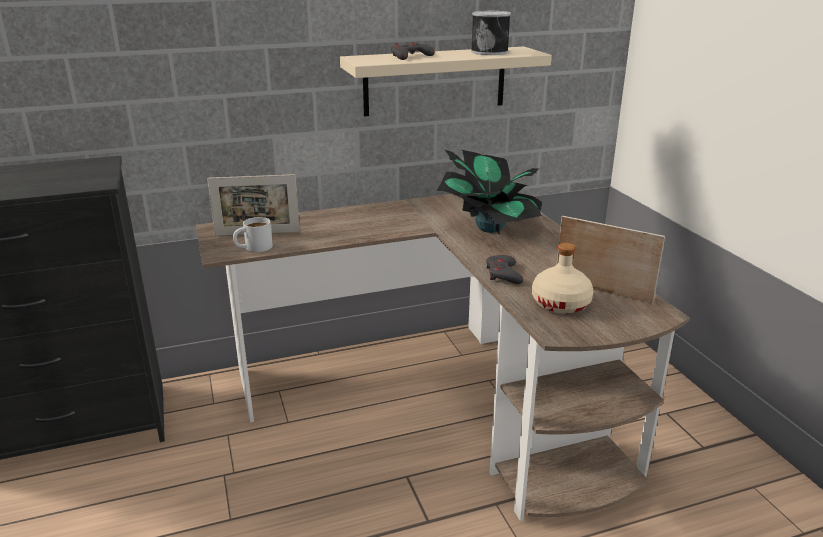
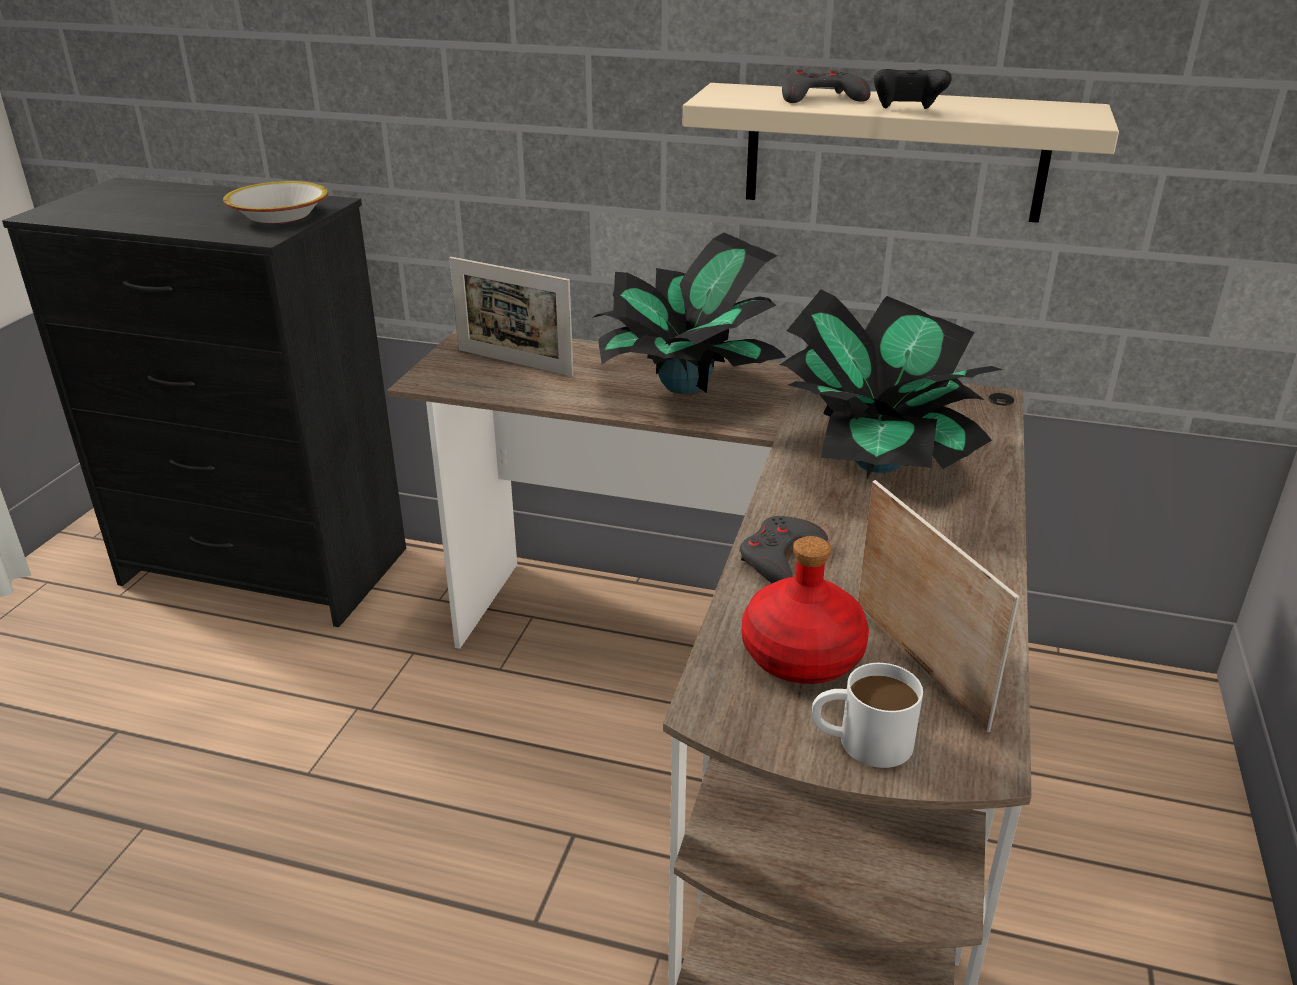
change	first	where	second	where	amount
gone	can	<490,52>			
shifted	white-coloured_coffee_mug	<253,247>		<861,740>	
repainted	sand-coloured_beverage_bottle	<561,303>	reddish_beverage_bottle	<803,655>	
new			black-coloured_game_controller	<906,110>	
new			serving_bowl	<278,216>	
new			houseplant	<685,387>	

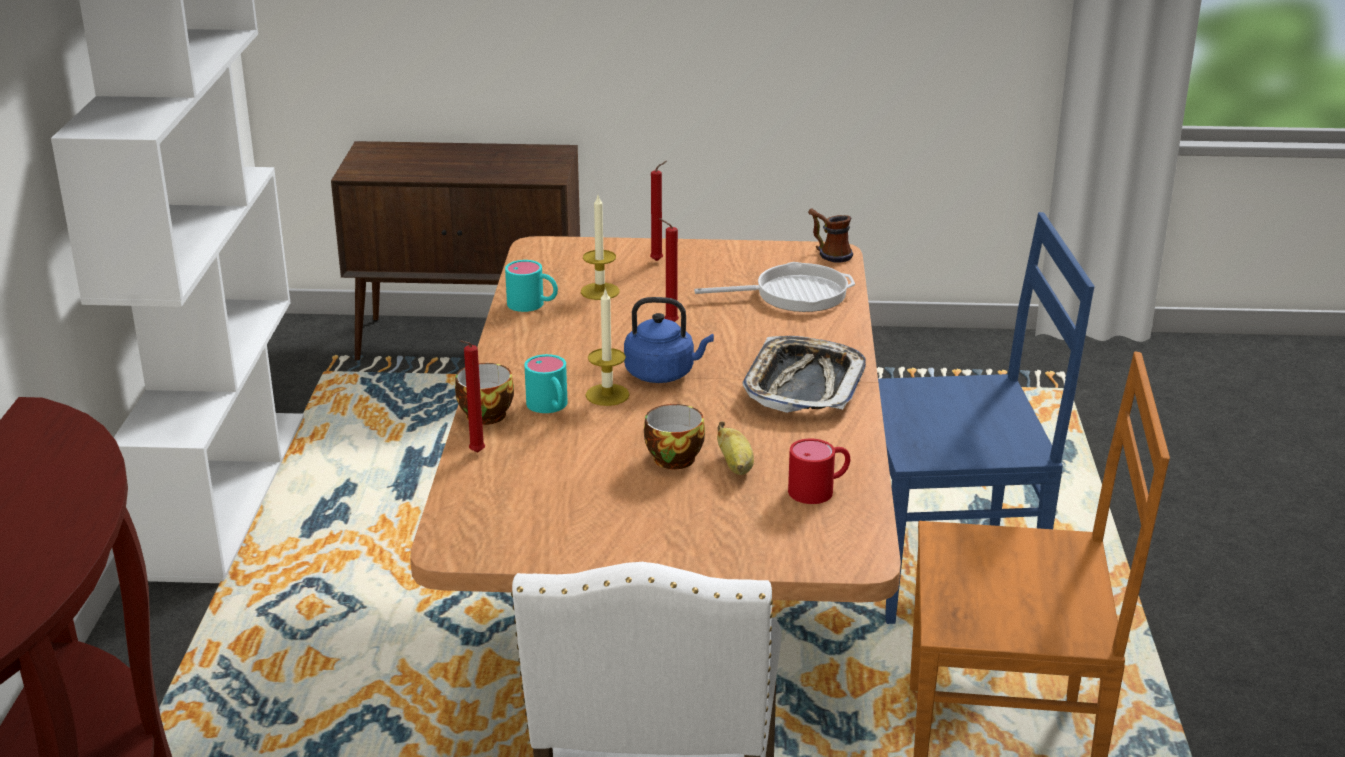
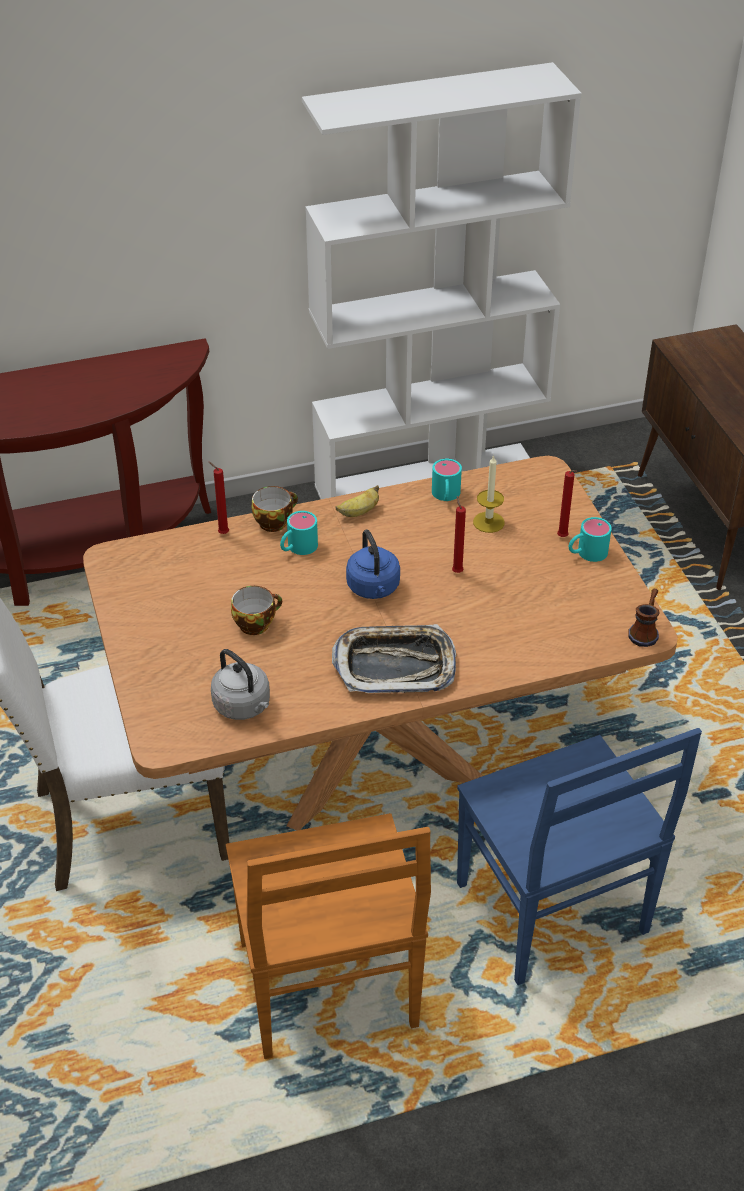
change	first	where	second	where	amount
gone	skillet	<794,294>			
gone	candle	<607,395>			
shifted	whole_banana	<736,466>		<359,512>	
swapped	reddish_coffee_mug	<820,489>	gray_kettle	<244,706>	
new			turquoise-coloured_coffee_mug	<586,553>	

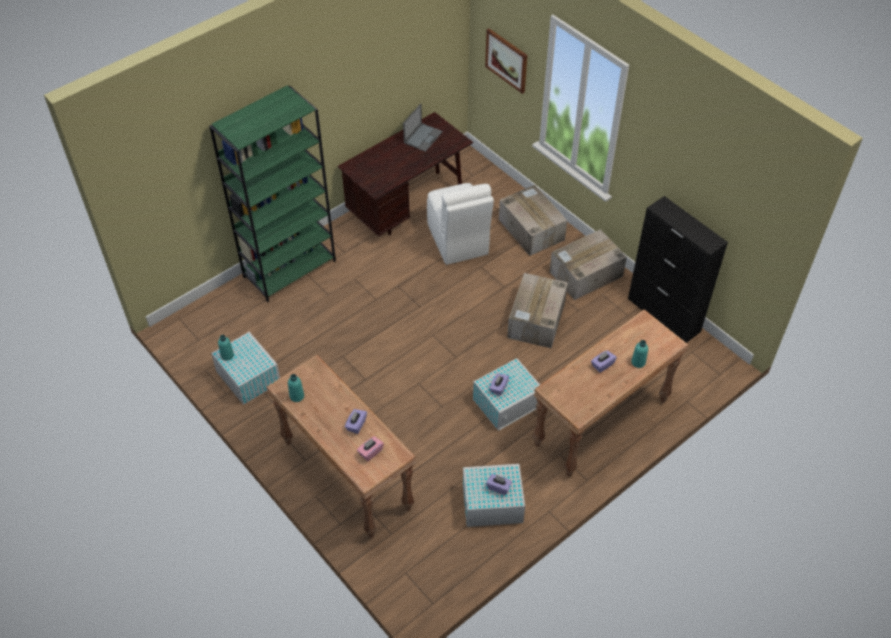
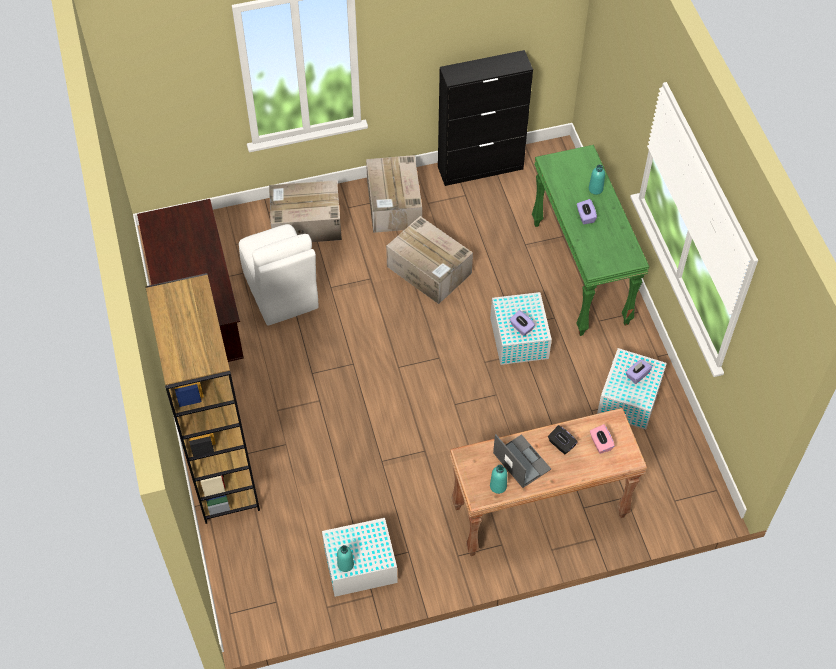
change	first	where	second	where	amount
gone	wall_picture	<506,60>			
repainted	greenish_shelving_unit	<290,268>	brown-coloured_shelving_unit	<221,469>	
shifted	laptop	<423,137>		<521,461>	
rotated	white-coloured_upright_chair	<458,241>		<281,293>	60 degrees clockwise
repainted	brown-coloured_console_table	<601,424>	greenish_console_table	<581,273>	
repainted	purple_tissue_holder	<356,425>	black-coloured_tissue_holder	<561,444>	

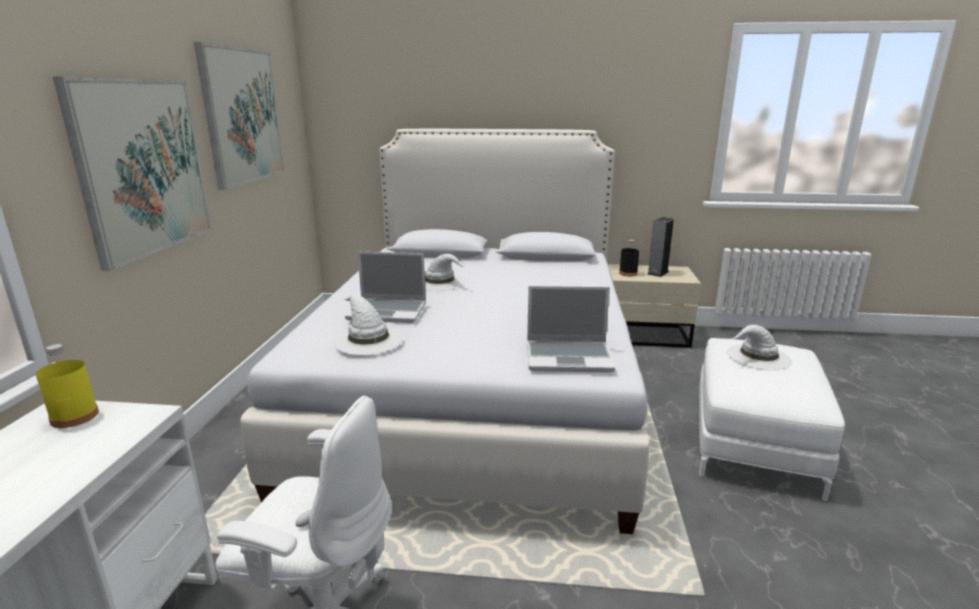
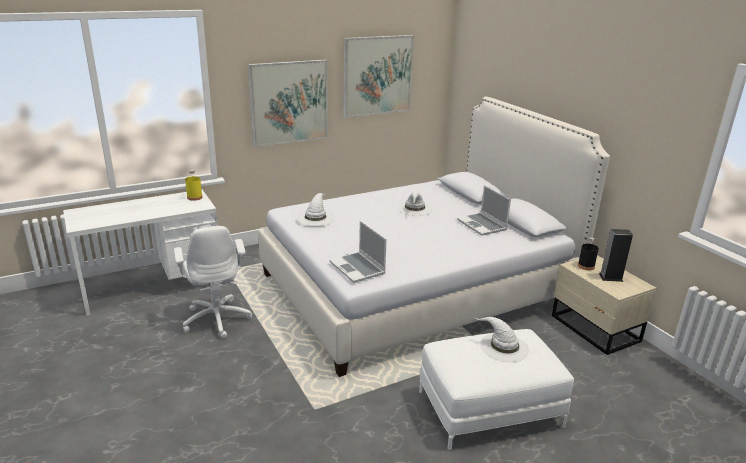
change	first	where	second	where	amount
shifted	laptop	<388,312>		<482,225>	

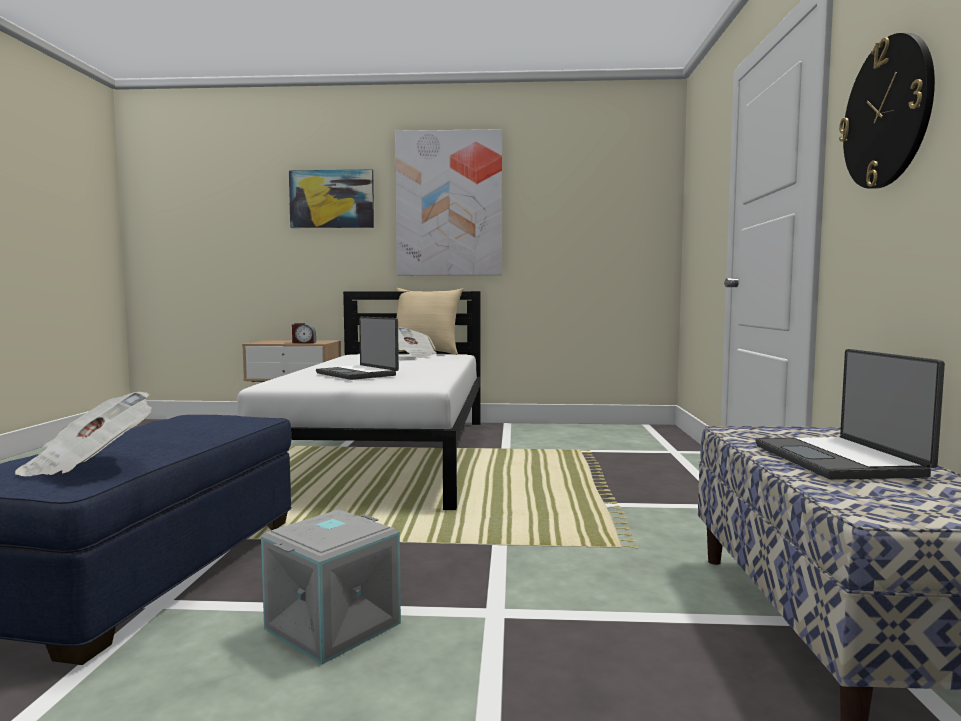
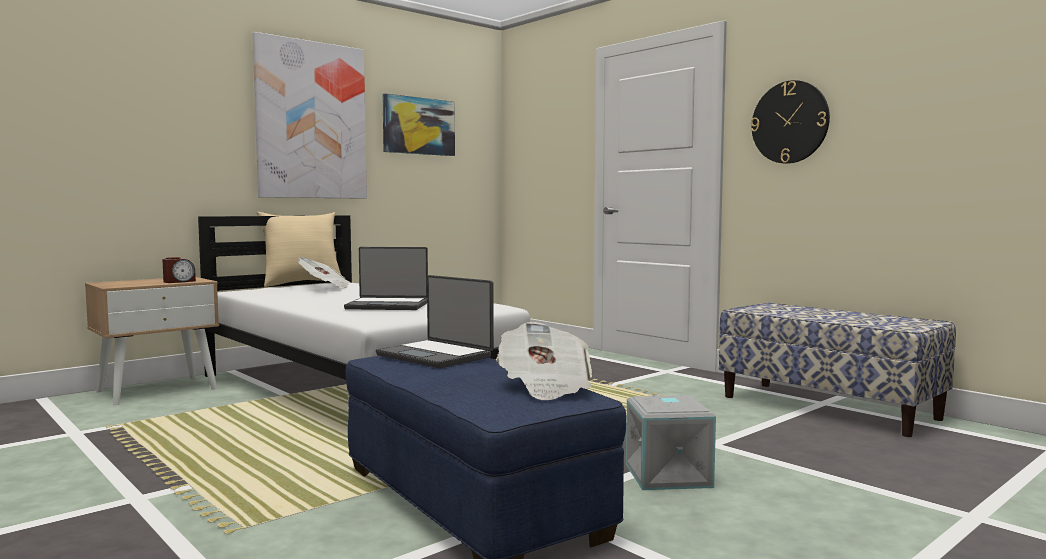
change	first	where	second	where	amount
shifted	wall_picture	<332,199>		<418,126>	
shifted	laptop	<840,460>		<436,356>	

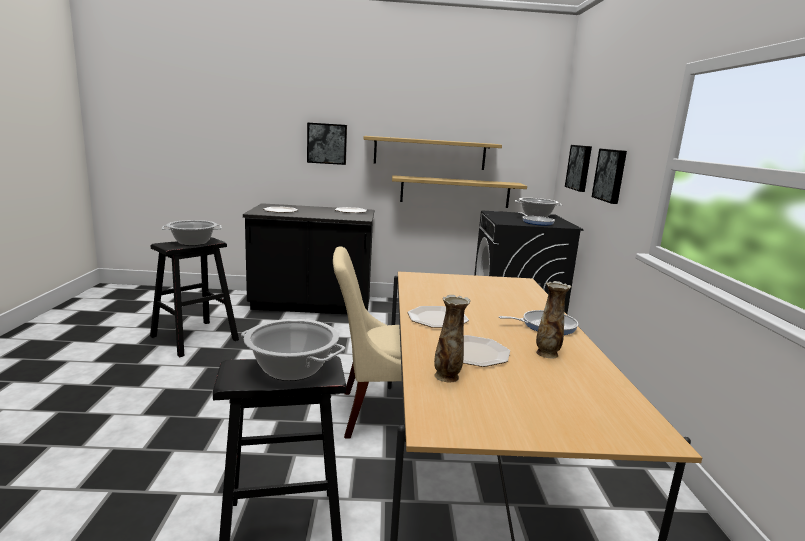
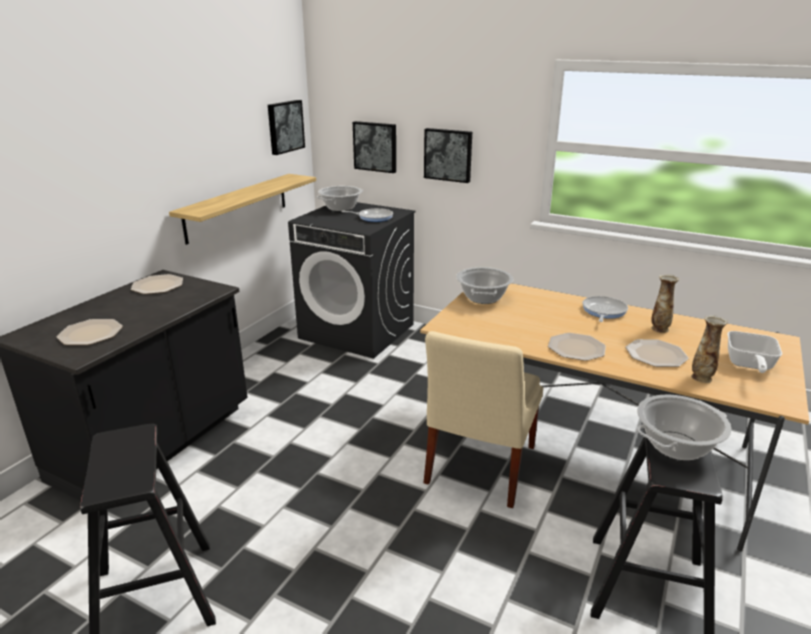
change	first	where	second	where	amount
shifted	wall_picture	<327,143>		<284,126>	
gone	shelf	<429,153>			
shifted	cooking_pot	<193,242>		<483,298>	
new			skillet	<748,365>	

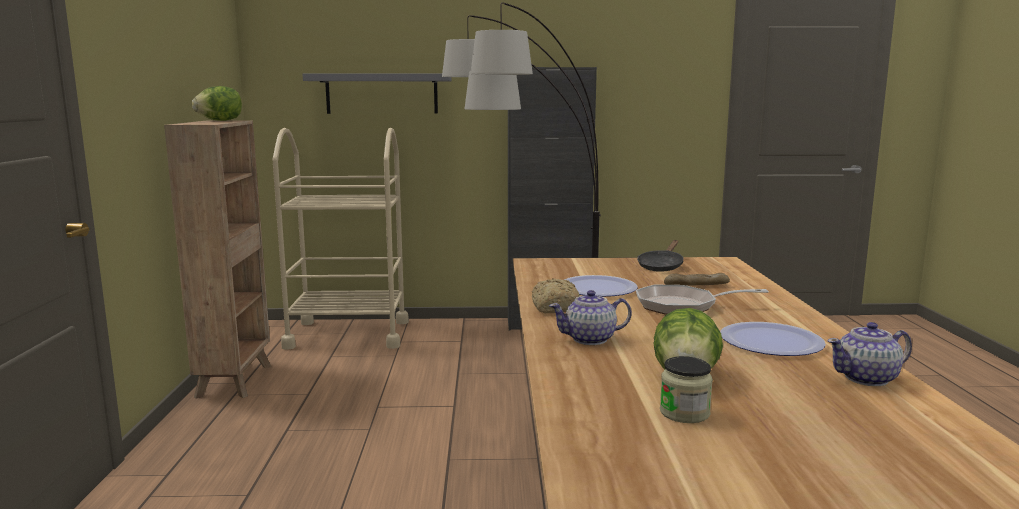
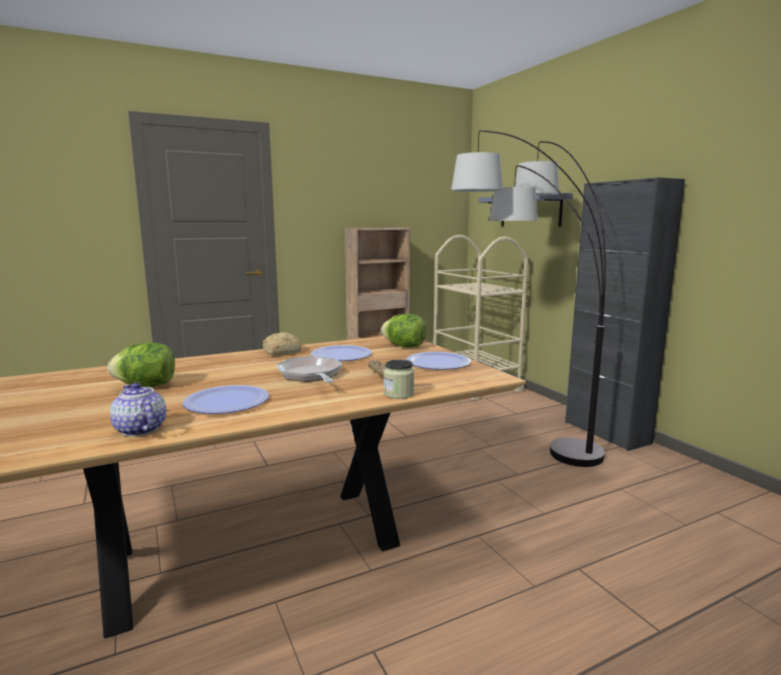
change	first	where	second	where	amount
shifted	head_of_lettuce	<220,120>		<404,346>	
swapped	black-coloured_skillet	<661,266>	dinner_plate	<438,362>	
gone	tea_pot	<590,339>			
shifted	preserve_jar	<684,413>		<398,394>	

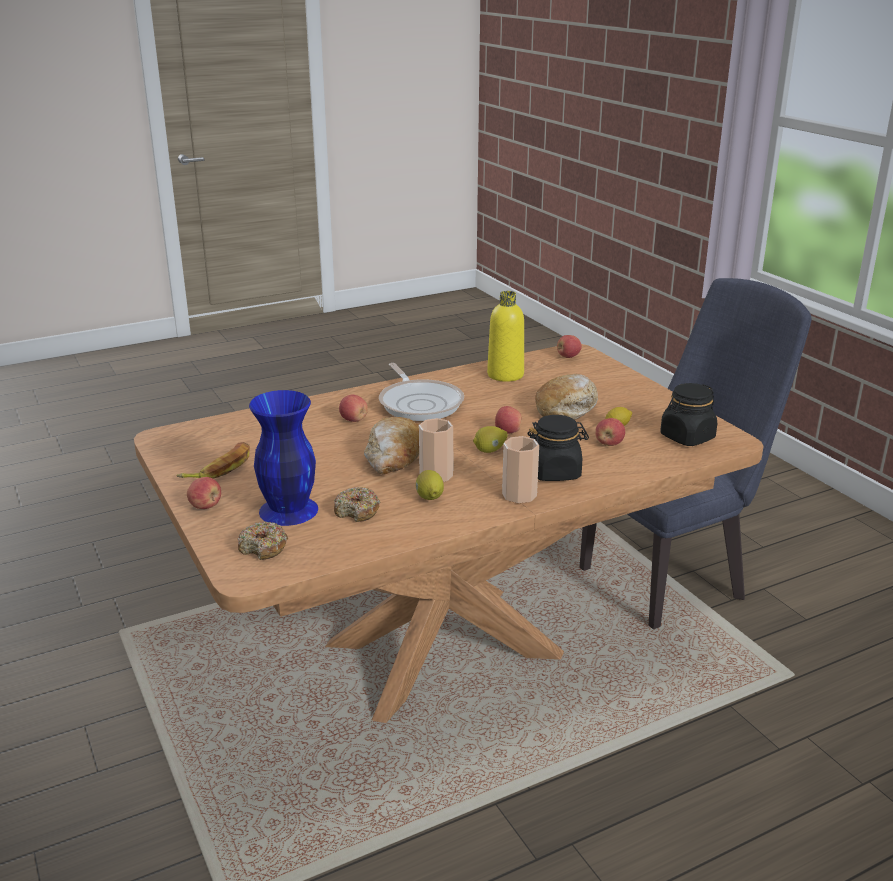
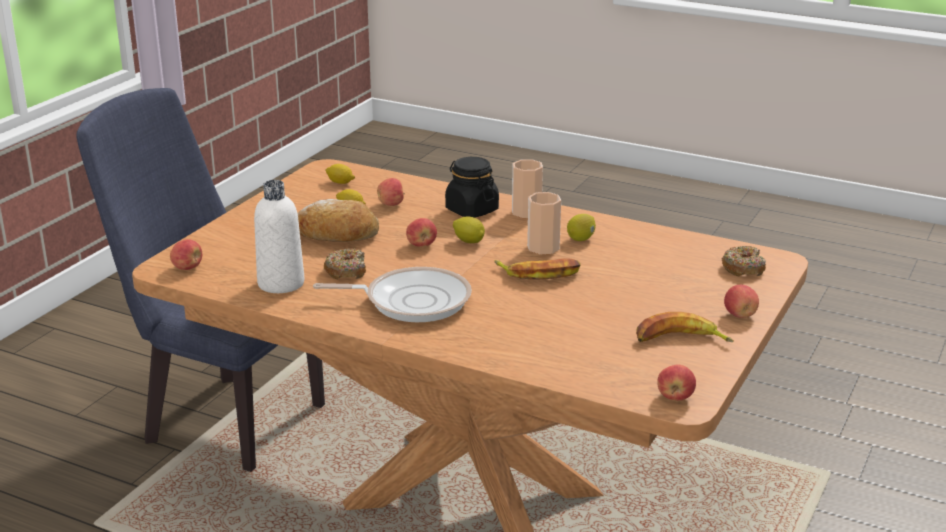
change	first	where	second	where	amount
repainted	yellow_beverage_bottle	<505,375>	white-coloured_beverage_bottle	<281,283>	
rotated	skillet	<420,403>		<412,301>	60 degrees clockwise
swapped	black-coloured_preserve_jar	<687,437>	lemon	<340,182>	
gone	blue_flower_vase	<287,510>			
shifted	apple	<353,420>		<675,397>	
swapped	baked_bread	<394,457>	whole_banana	<539,273>	
shifted	ring_doughnut	<357,511>		<346,271>	

